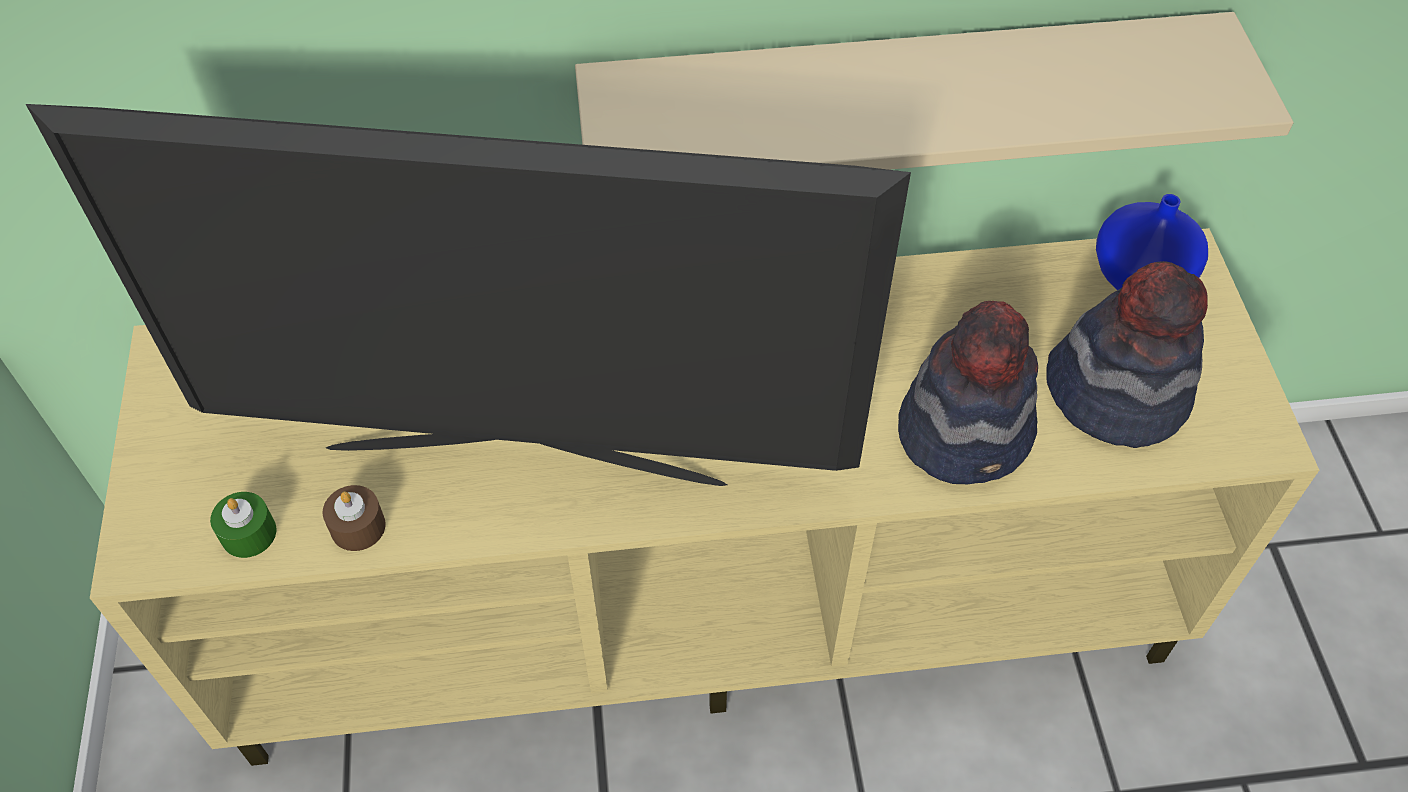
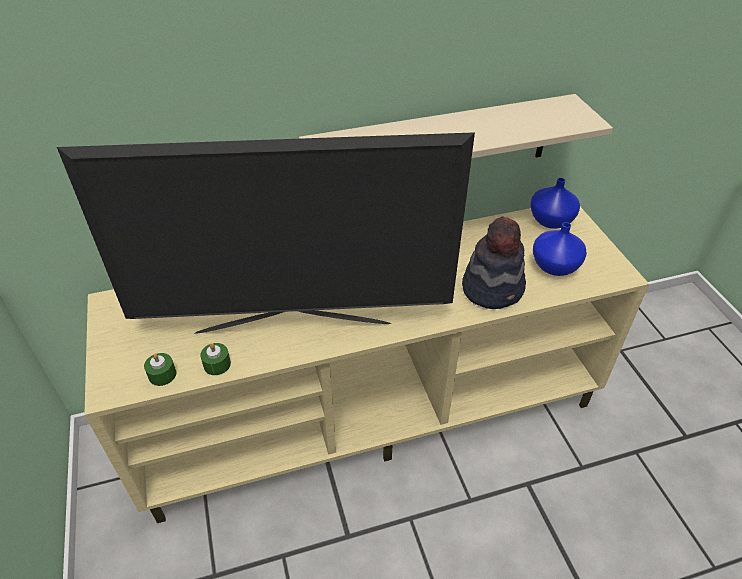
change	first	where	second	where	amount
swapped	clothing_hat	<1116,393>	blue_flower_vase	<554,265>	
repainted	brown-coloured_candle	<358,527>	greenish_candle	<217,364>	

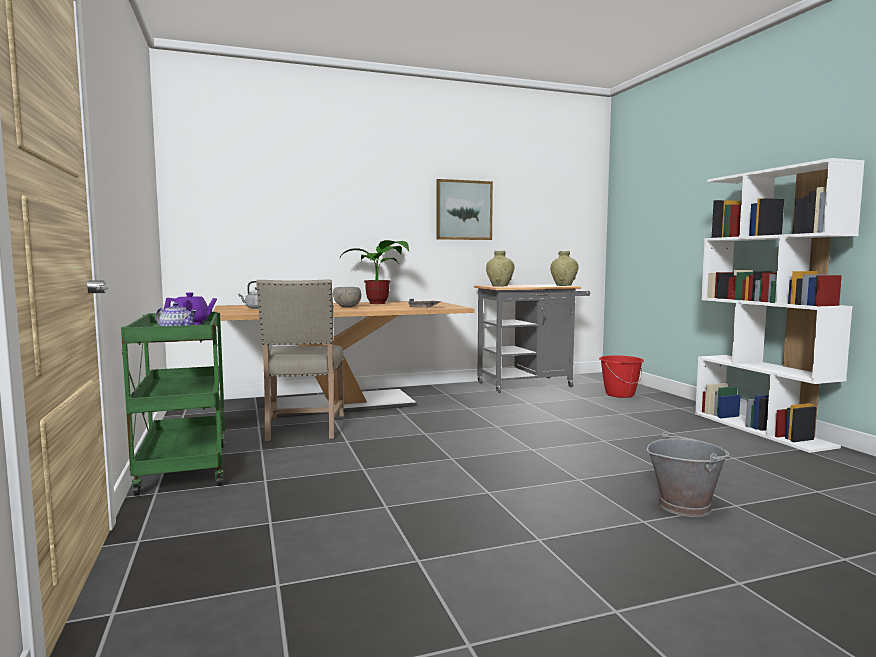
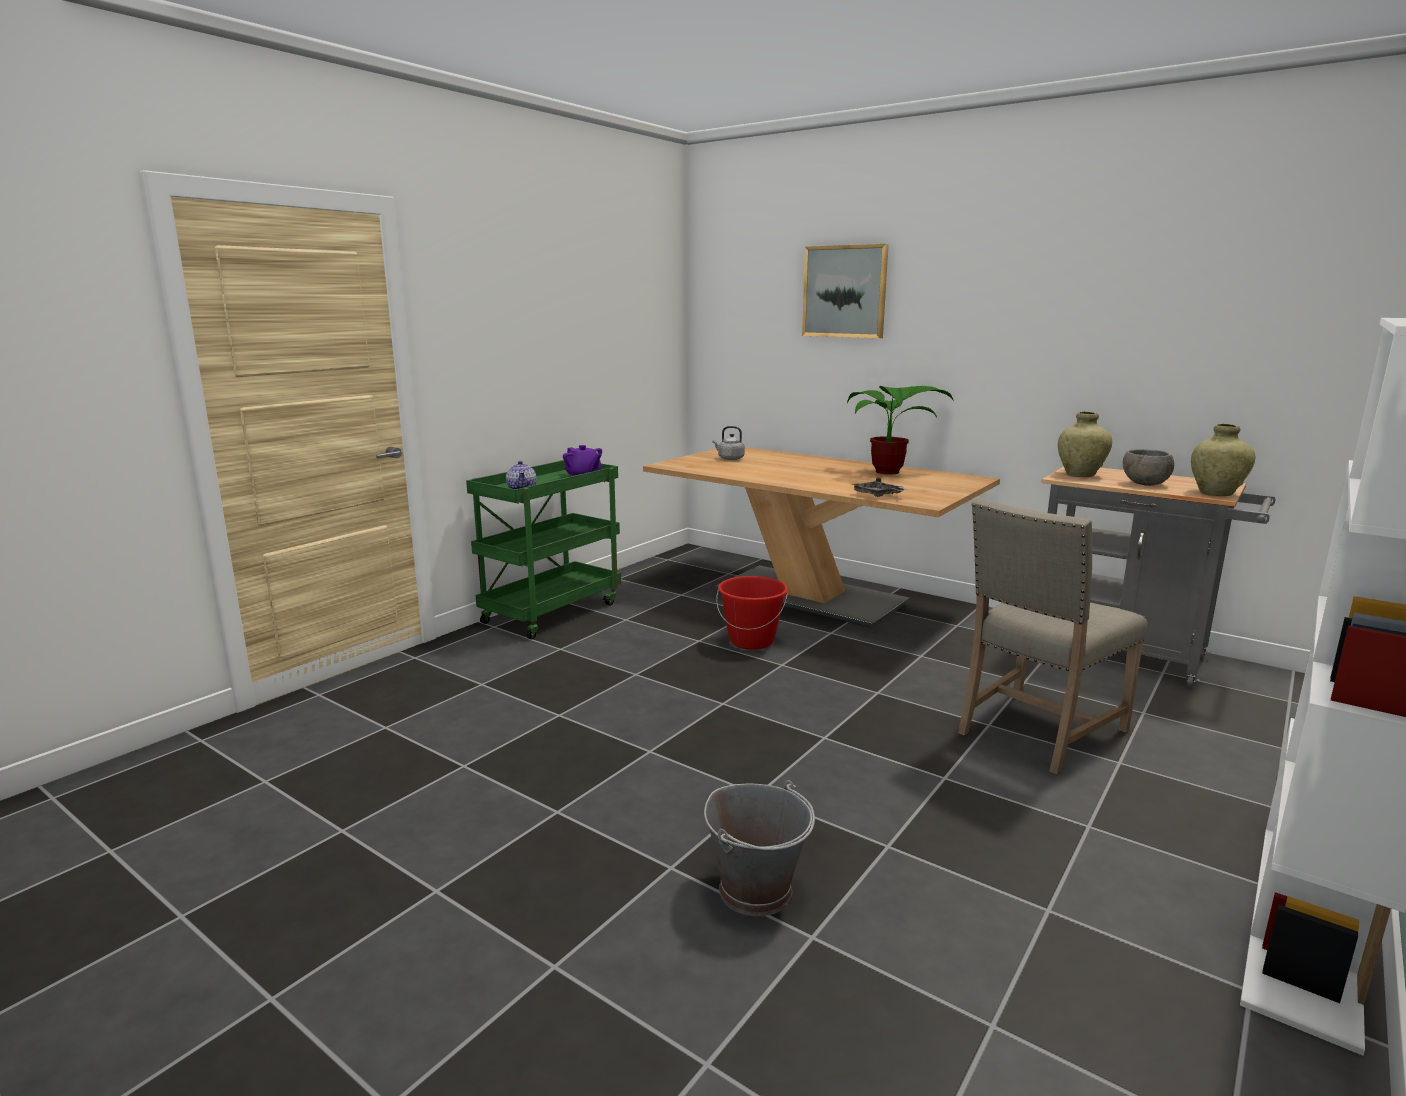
change	first	where	second	where	amount
shifted	wall_picture	<463,210>		<845,291>	
shifted	sand-coloured_upright_chair	<304,428>		<1036,731>	
shifted	gray_serving_bowl	<348,307>		<1145,484>	
shifted	reddish_bucket	<619,394>		<751,641>	

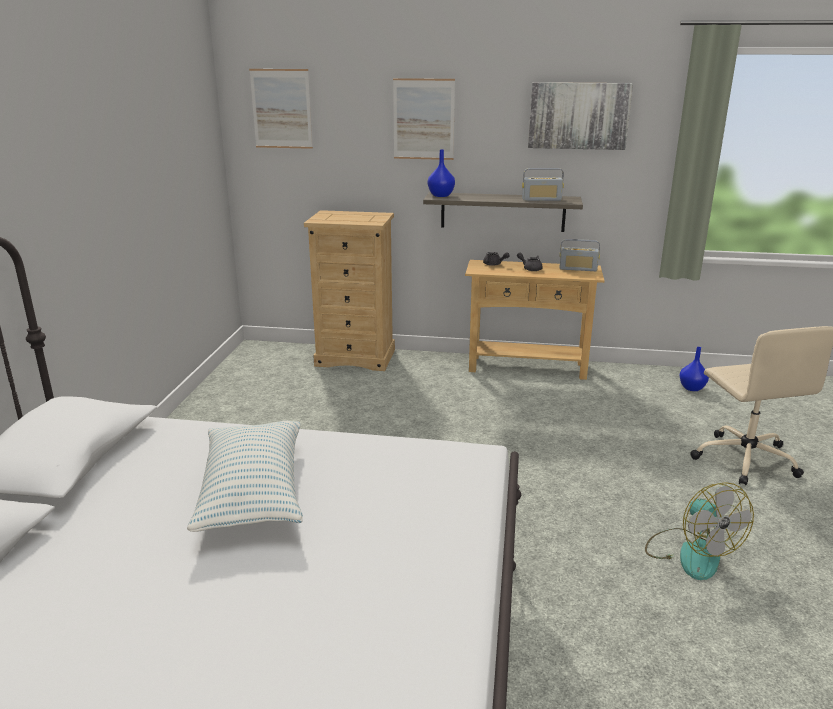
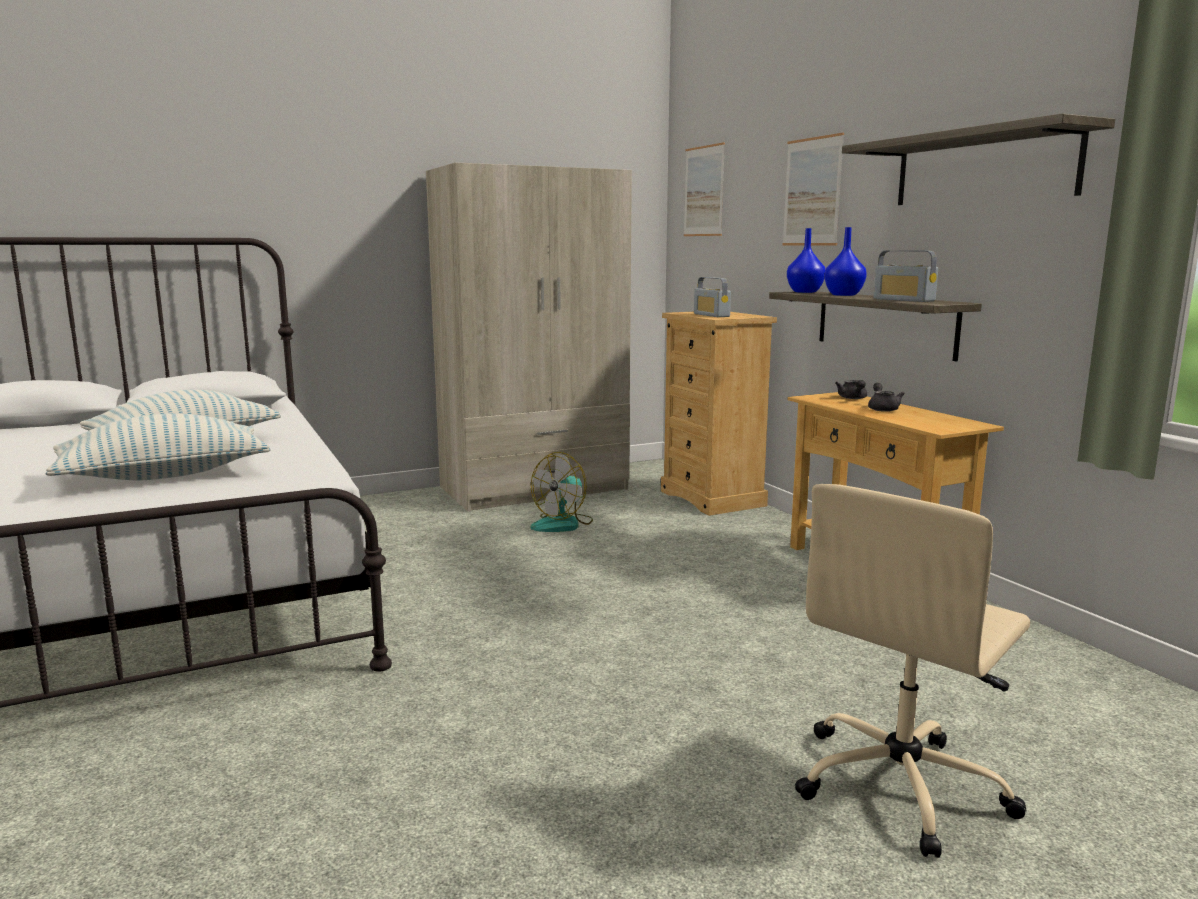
change	first	where	second	where	amount
swapped	wall_picture	<578,116>	shelf	<983,168>	
shifted	radio_set	<578,269>		<711,315>	
shifted	blue_flower_vase	<692,388>		<843,295>	
shifted	electric_fan	<690,553>		<563,524>	
new			sand-coloured_clothes_cupboard	<535,488>	
new			pillow	<164,476>	

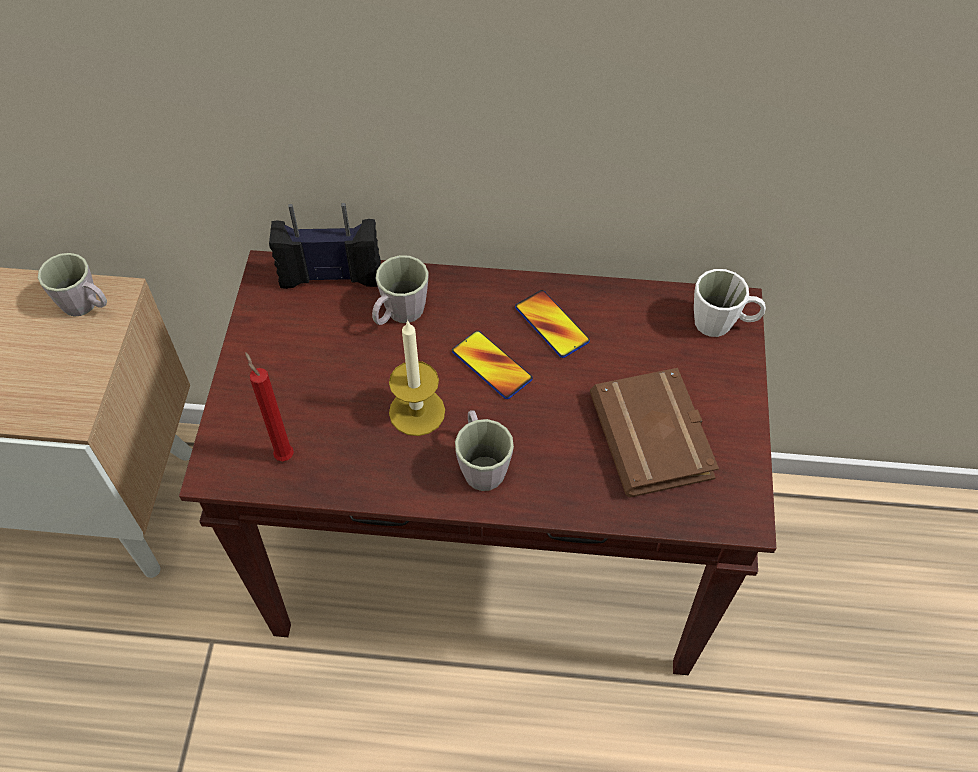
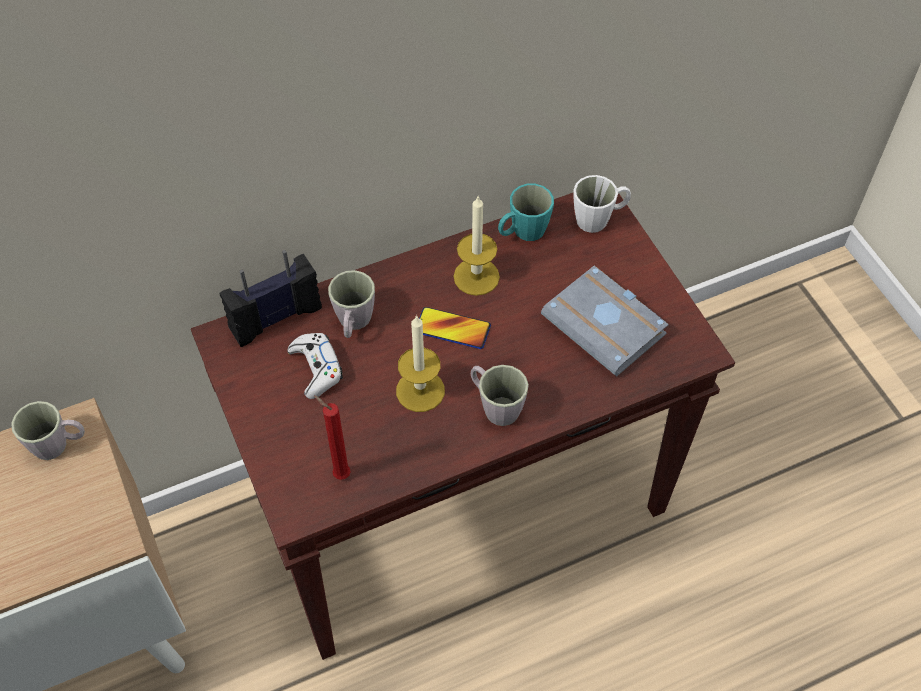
change	first	where	second	where	amount
swapped	phone	<551,325>	candle	<476,276>	
repainted	brown-coloured_bound_book	<656,439>	gray_bound_book	<607,325>	
new			turquoise-coloured_coffee_mug	<523,232>	
new			white-coloured_game_controller	<316,368>	

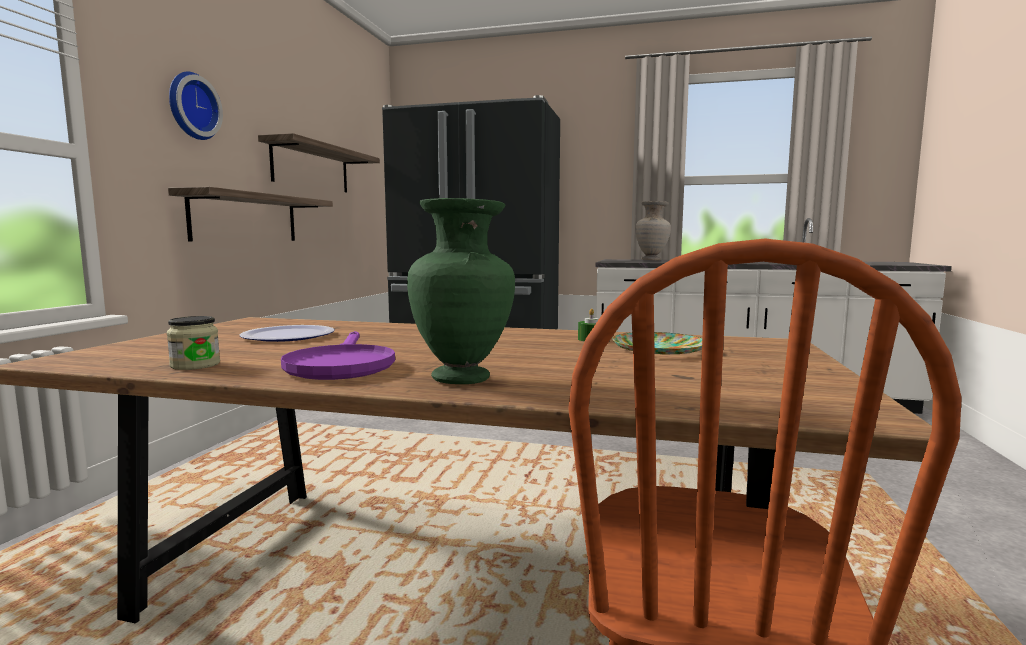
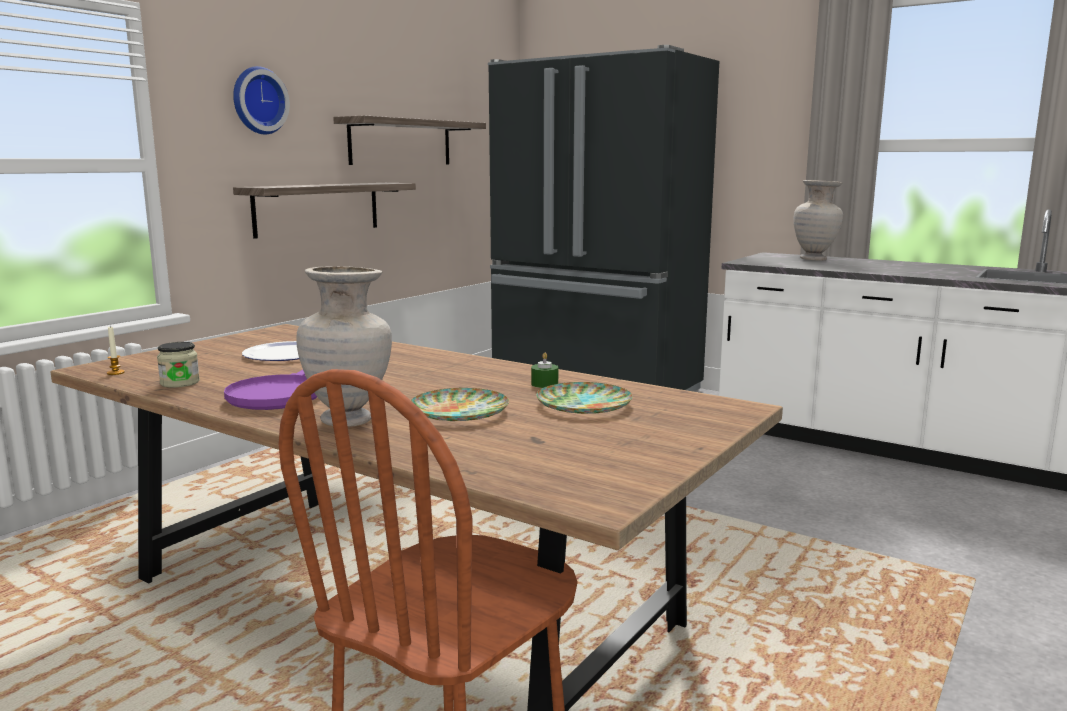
change	first	where	second	where	amount
repainted	greenish_flower_vase	<463,379>	sand-coloured_flower_vase	<349,421>	
new			candle	<115,373>	
new			dinner_plate	<460,411>	

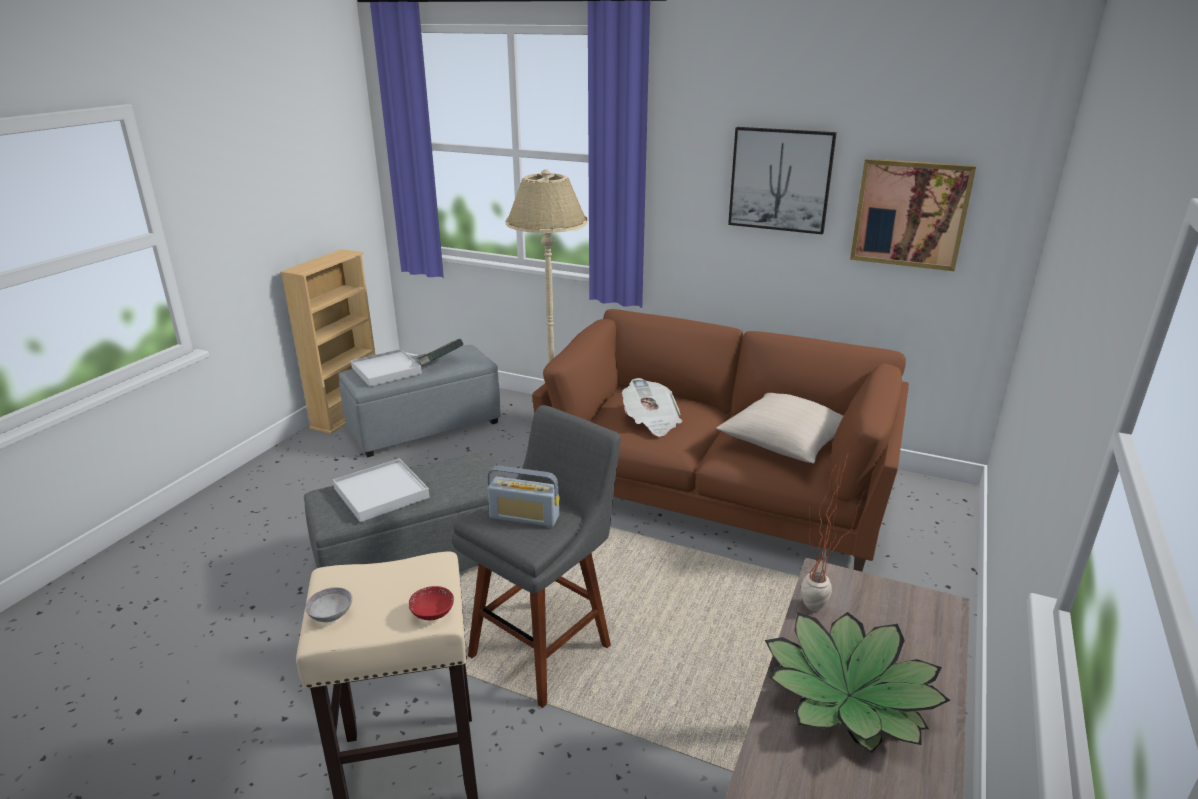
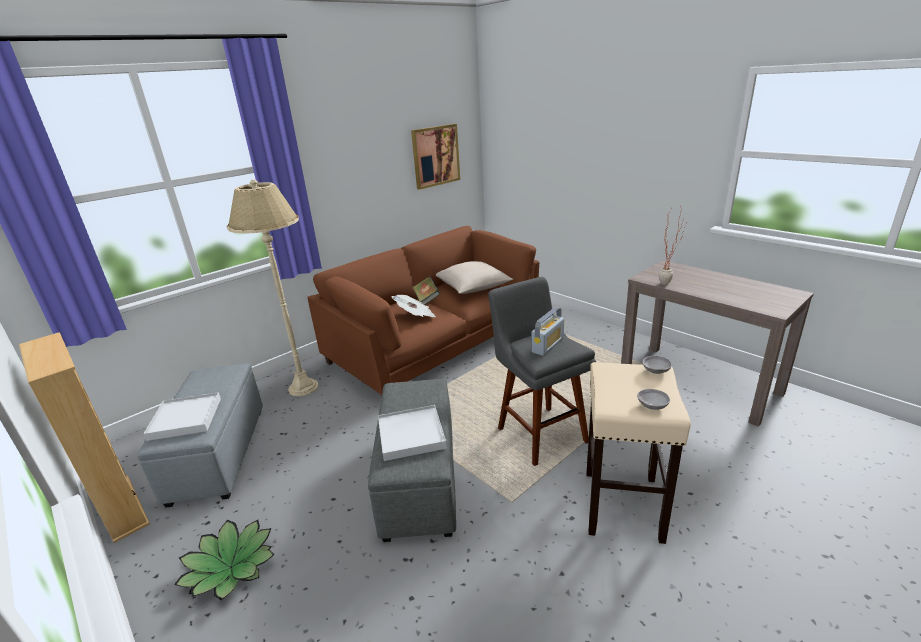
change	first	where	second	where	amount
gone	wall_picture	<780,180>			
shifted	bound_book	<441,364>		<427,299>	
repainted	reddish_serving_bowl	<432,613>	gray_serving_bowl	<656,371>	
shifted	houseplant	<849,695>		<231,567>	

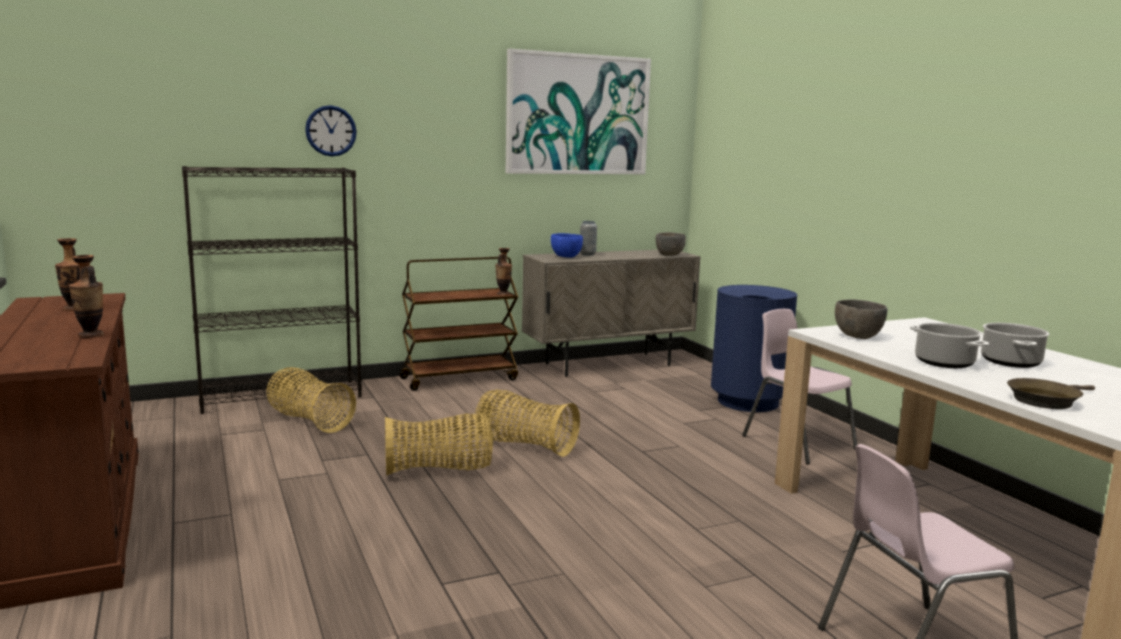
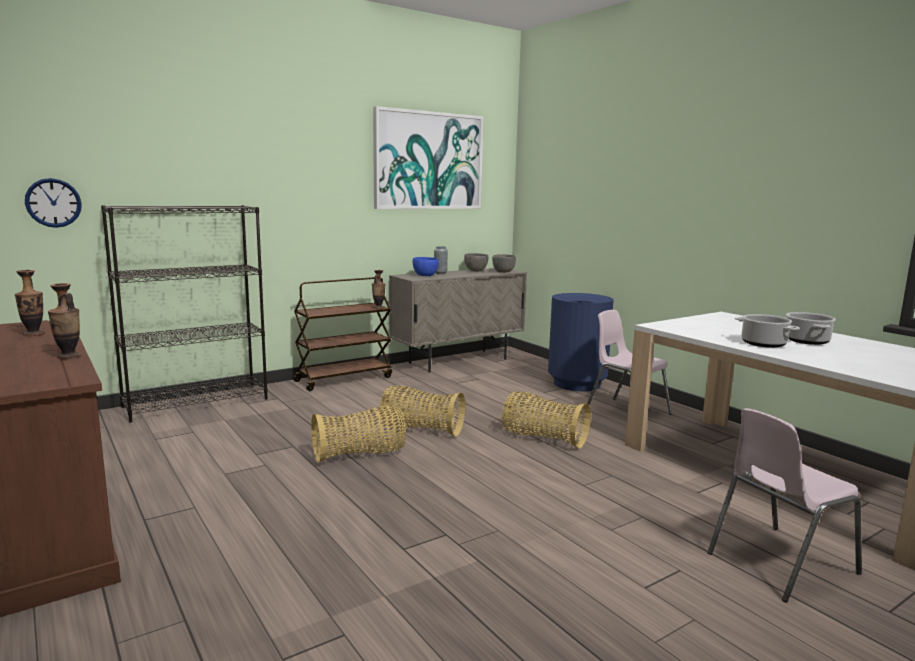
change	first	where	second	where	amount
shifted	clock_on_the_wall	<331,131>		<53,203>	
shifted	gray_serving_bowl	<857,336>		<475,270>	
shifted	household_basket	<309,420>		<543,438>	
gone	brown-coloured_skillet	<1046,400>			

